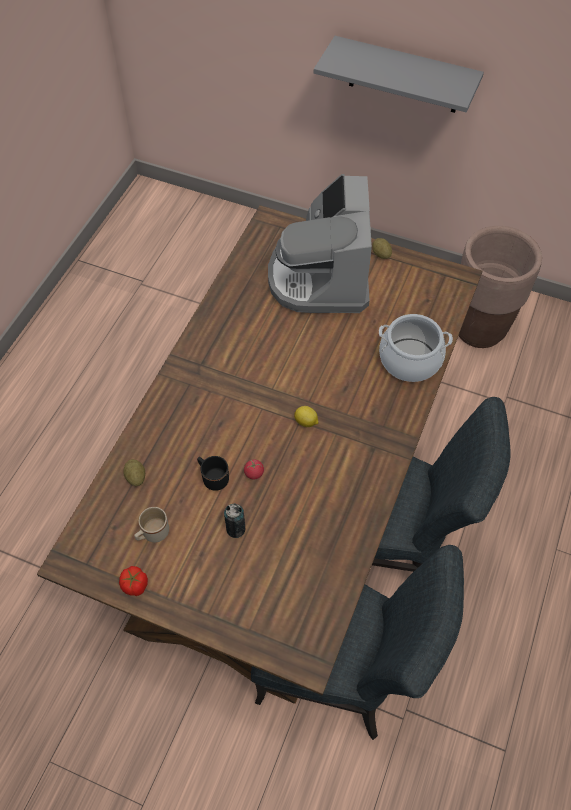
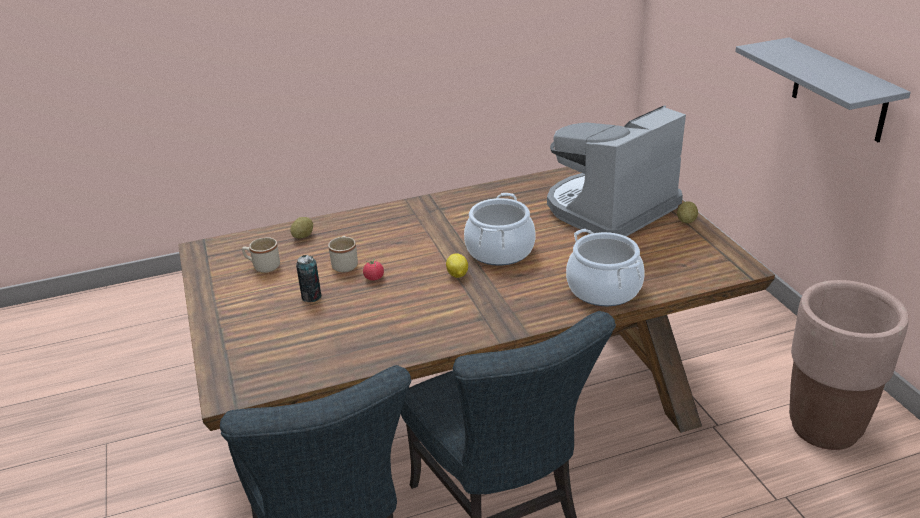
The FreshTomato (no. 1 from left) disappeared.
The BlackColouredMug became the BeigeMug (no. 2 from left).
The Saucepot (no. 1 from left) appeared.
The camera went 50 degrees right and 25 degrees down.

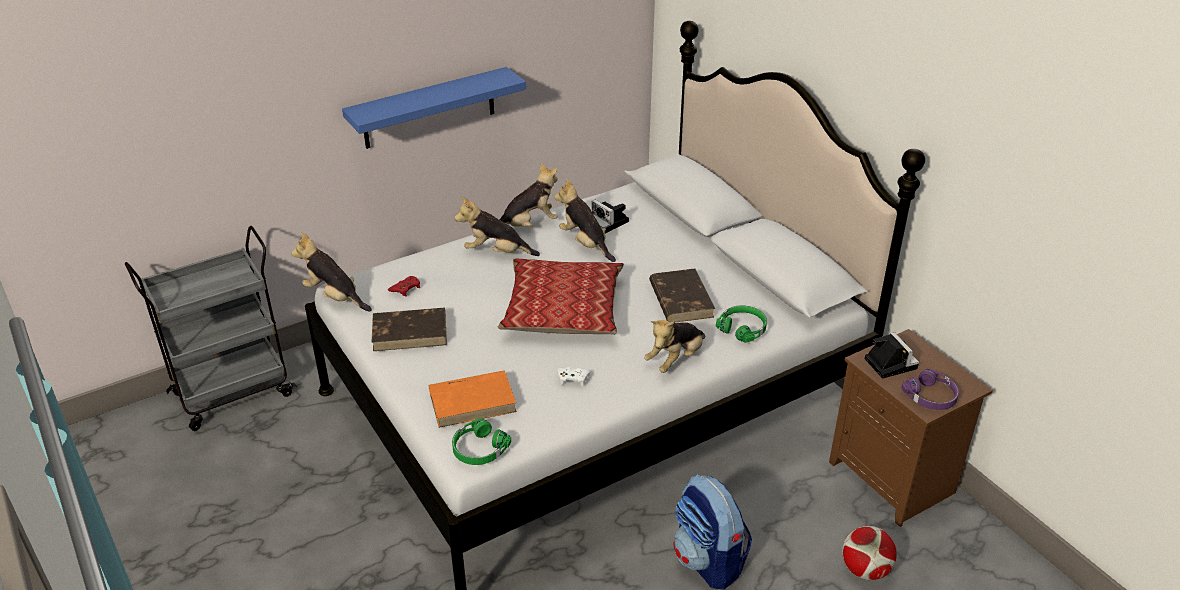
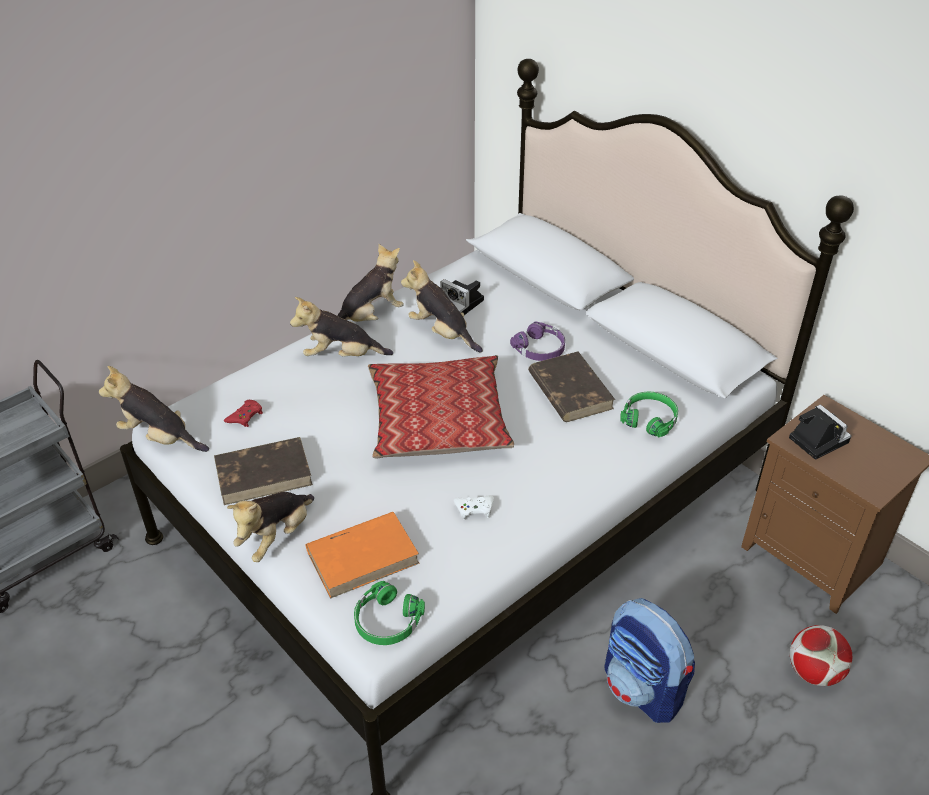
The BluishWallShelf disappeared.
The PlushToy (no. 5 from left in the first image) moved.
The PurpleHeadset moved.
The camera went 10 degrees left and 5 degrees up.

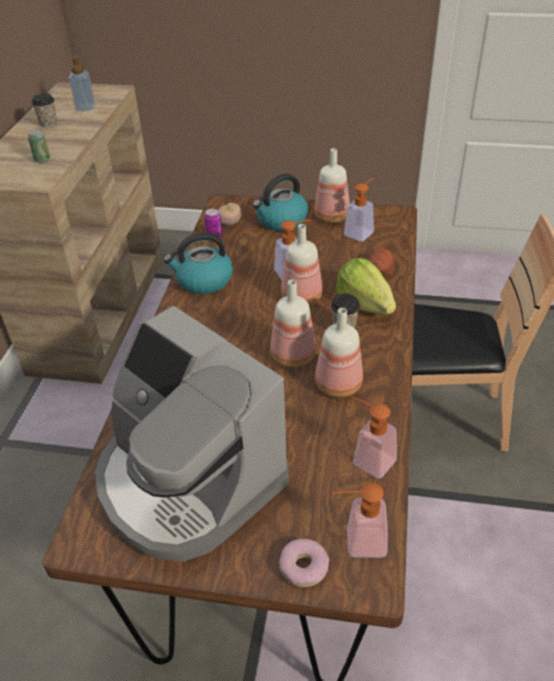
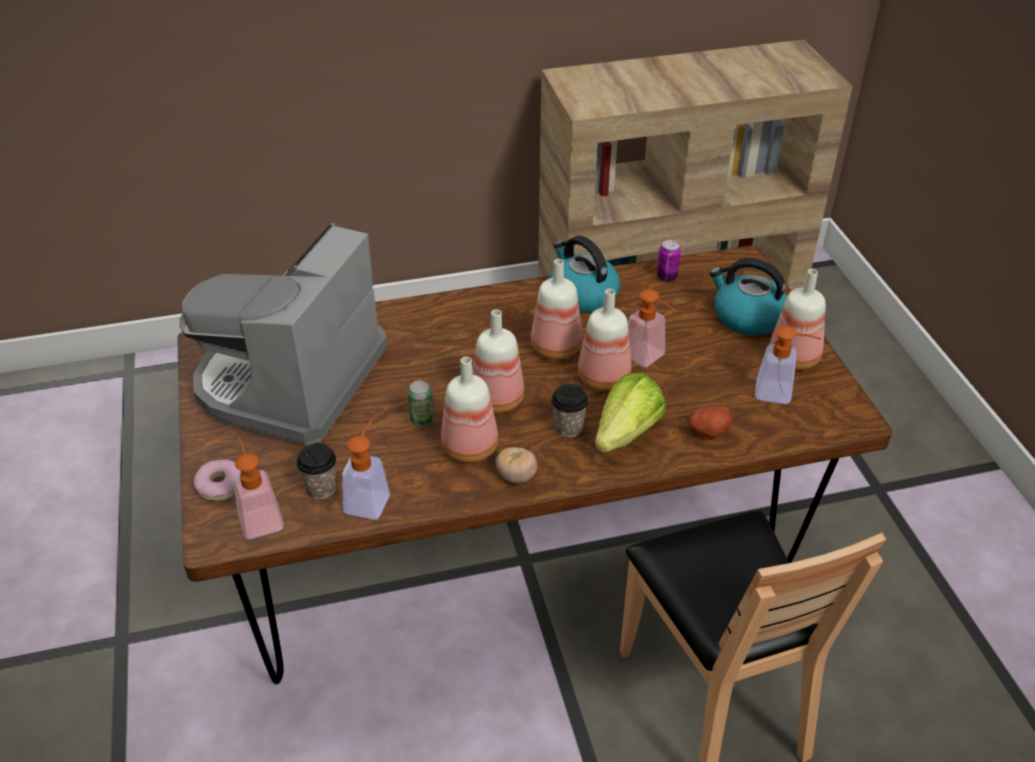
The MetalCan (no. 1 from left) moved.
The SmallCup (no. 1 from left) moved.
The SoapDispenser (no. 1 from left) disappeared.
The FreshTomato moved.
The Bottle (no. 3 from left) appeared.
The camera went 65 degrees right and 0 degrees up.

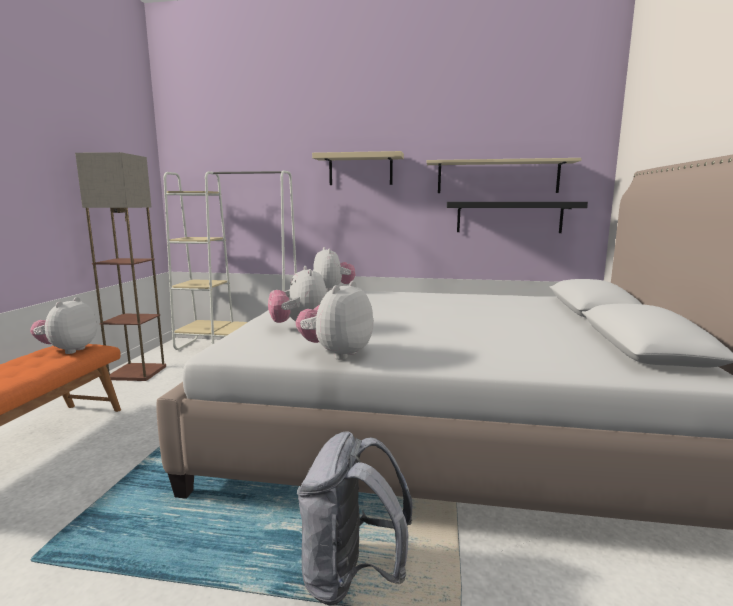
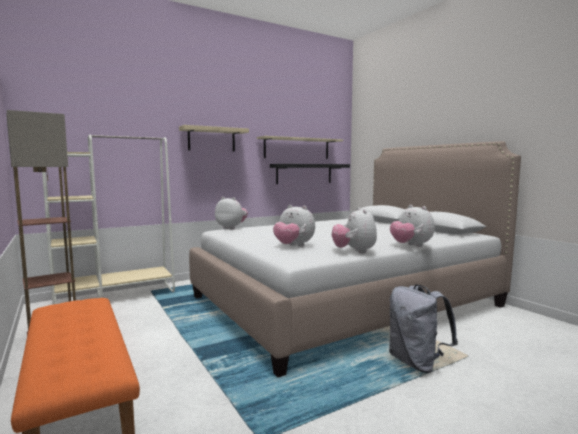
The PlushToy (no. 1 from left in the first image) moved.
The camera went 40 degrees left and 5 degrees down.

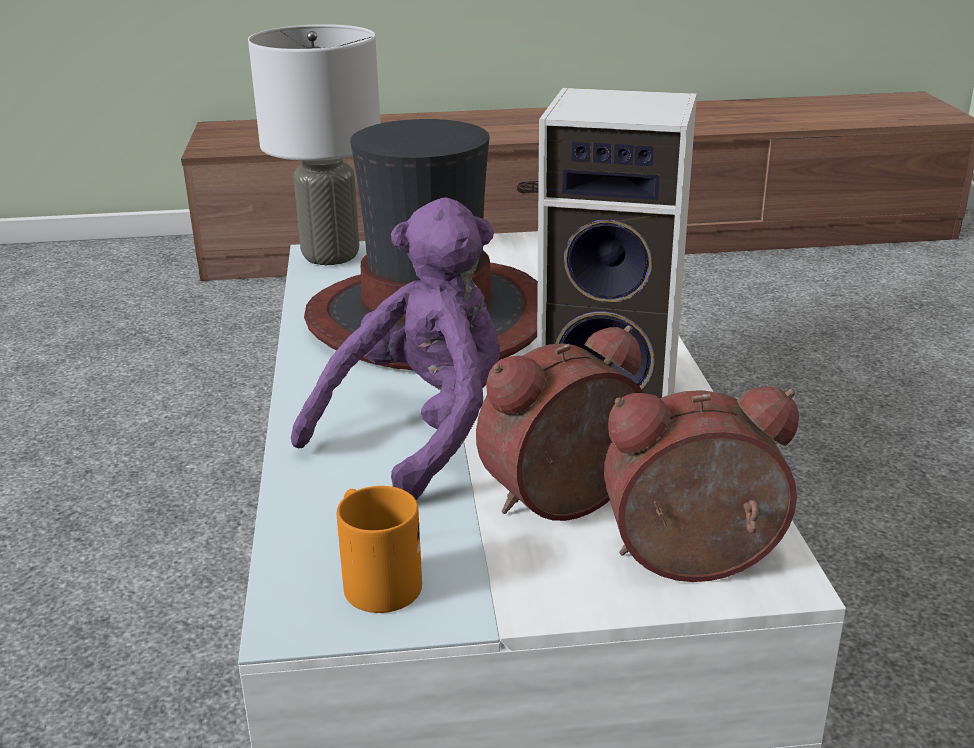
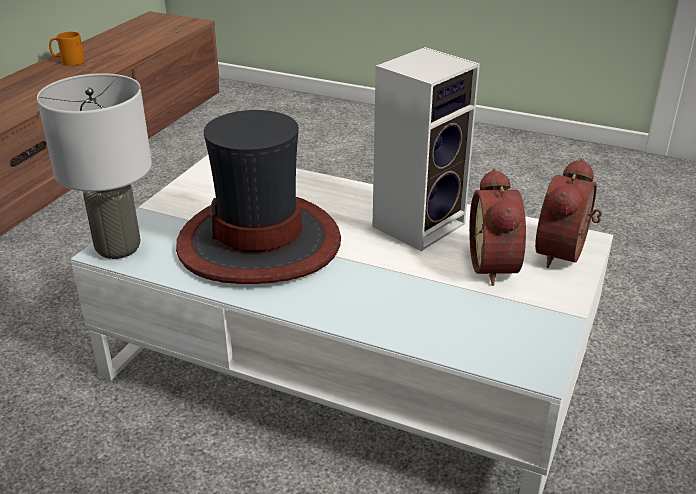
The PurplePlushToy disappeared.
The OrangeColouredMug moved.
The camera went 60 degrees left and 5 degrees up.

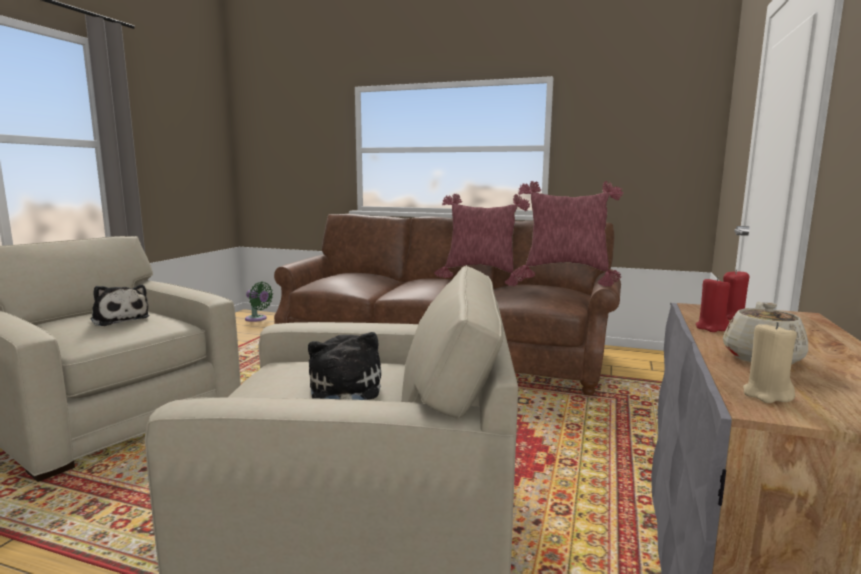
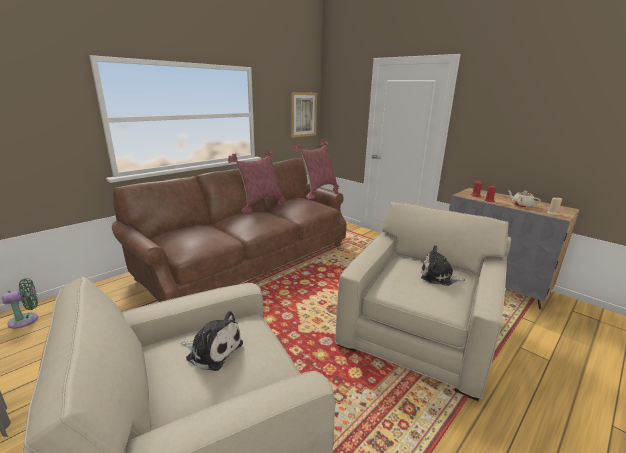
The PlushToy (no. 1 from left) turned 45 degrees clockwise.
The Picture appeared.
The camera went 65 degrees left and 10 degrees up.

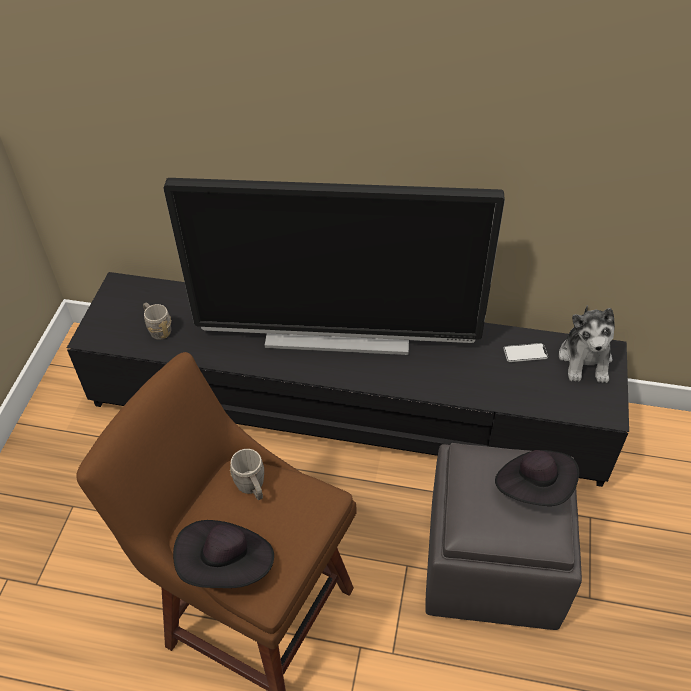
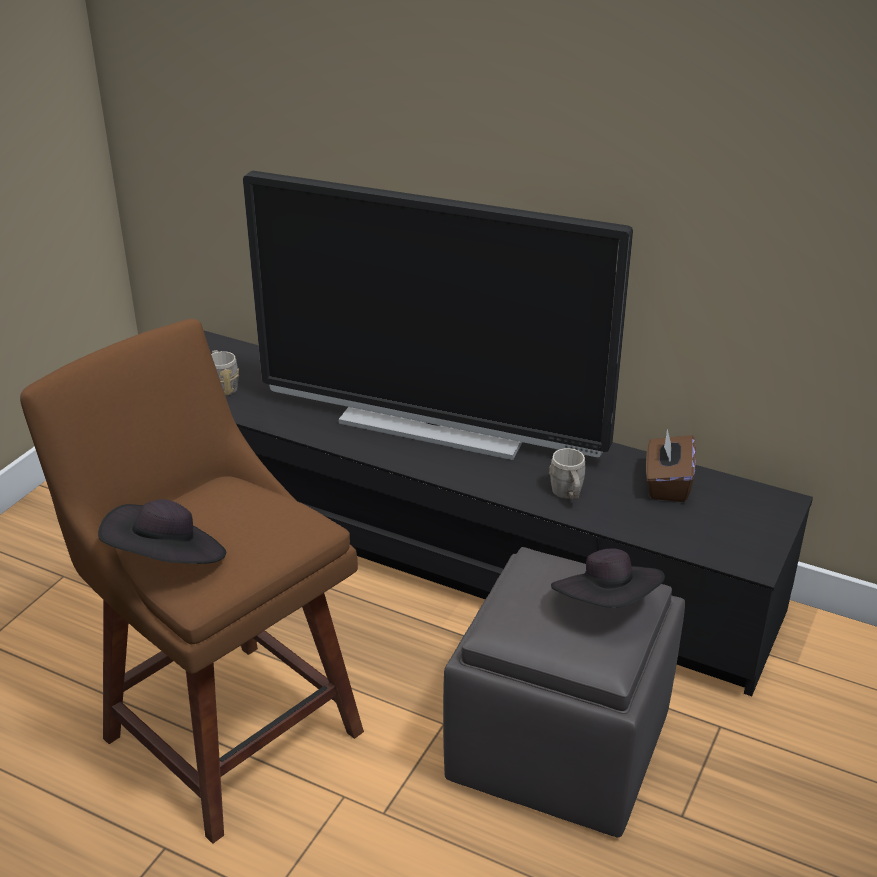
The GrayMug (no. 2 from left) moved.
The Phone was replaced by the BrownishBoxOfTissues.
The PlushToy disappeared.
The camera went 15 degrees right and 15 degrees down.

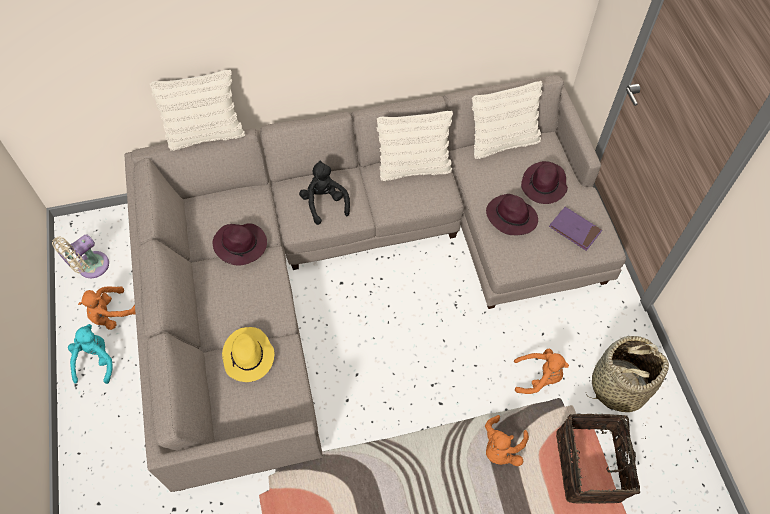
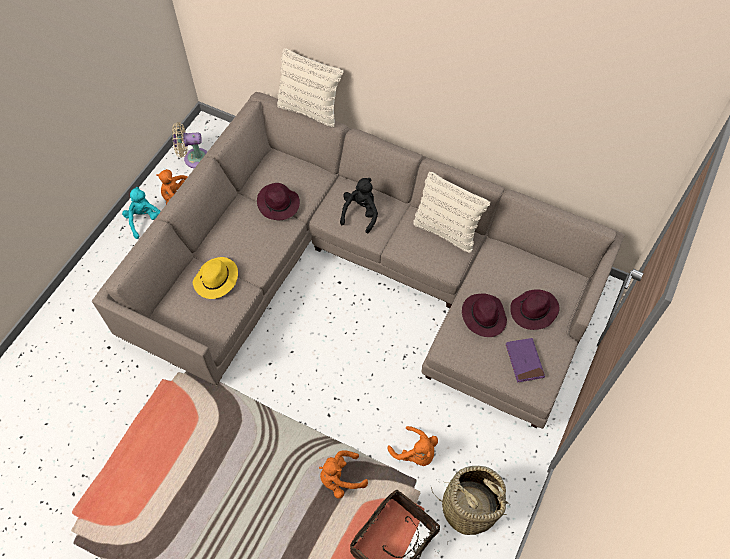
The TurquoisePlushToy turned 60 degrees counterclockwise.
The BeigePillow (no. 3 from left) disappeared.
The camera went 40 degrees right and 0 degrees up.

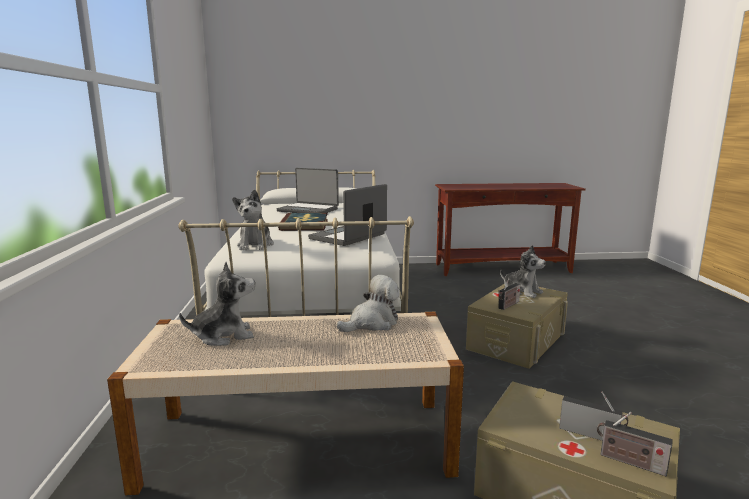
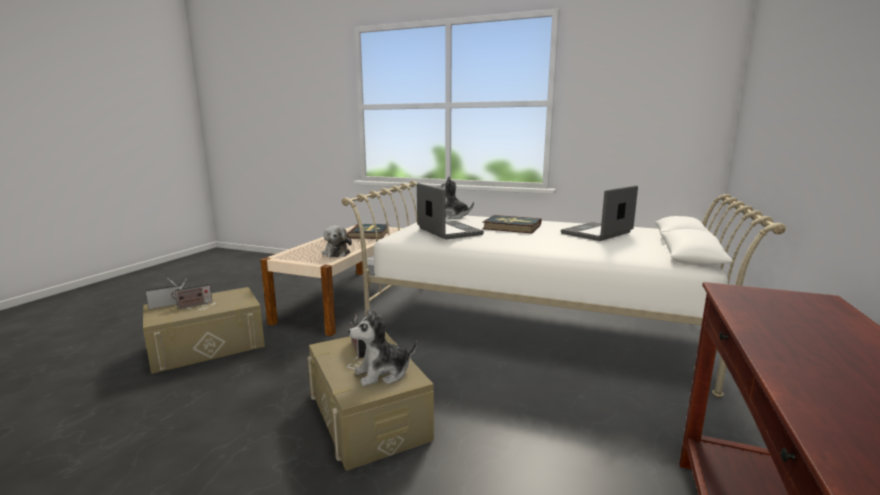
The PlushToy (no. 1 from left) was replaced by the BoundBook (no. 1 from left).
The camera went 115 degrees right and 0 degrees up.

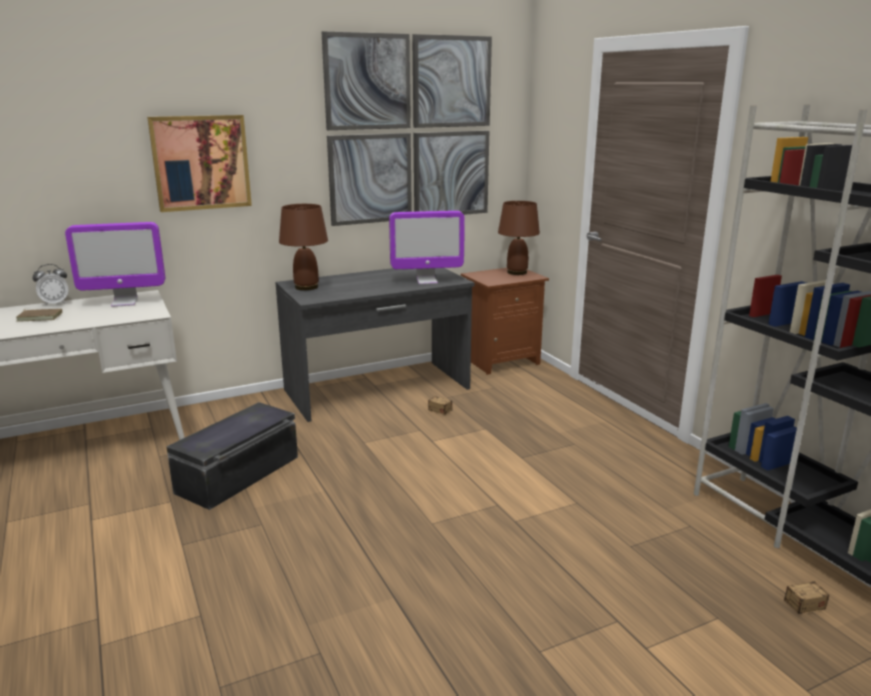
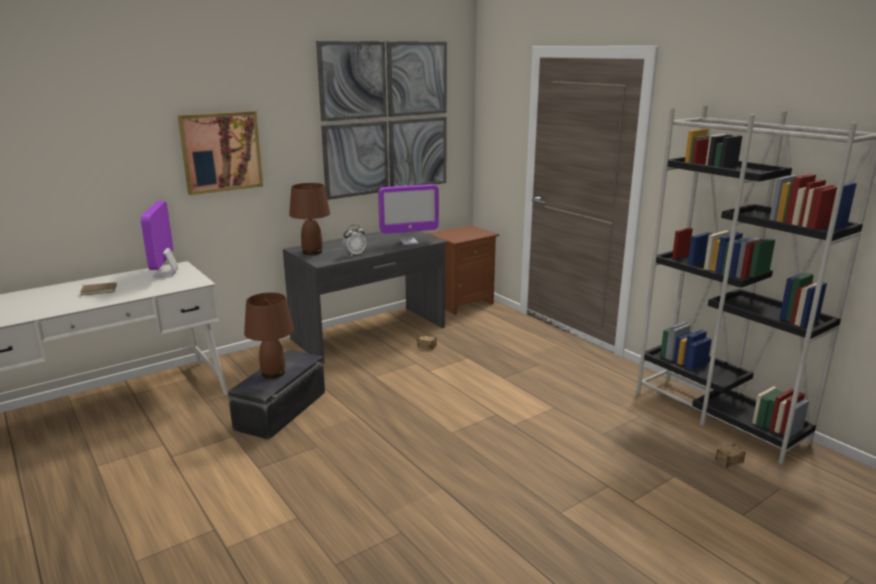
The BedsideClock moved.
The ComputerScreen (no. 1 from left) turned 105 degrees clockwise.
The BrownishTabletopLamp (no. 2 from left in the first image) moved.
The camera went 10 degrees left and 0 degrees up.

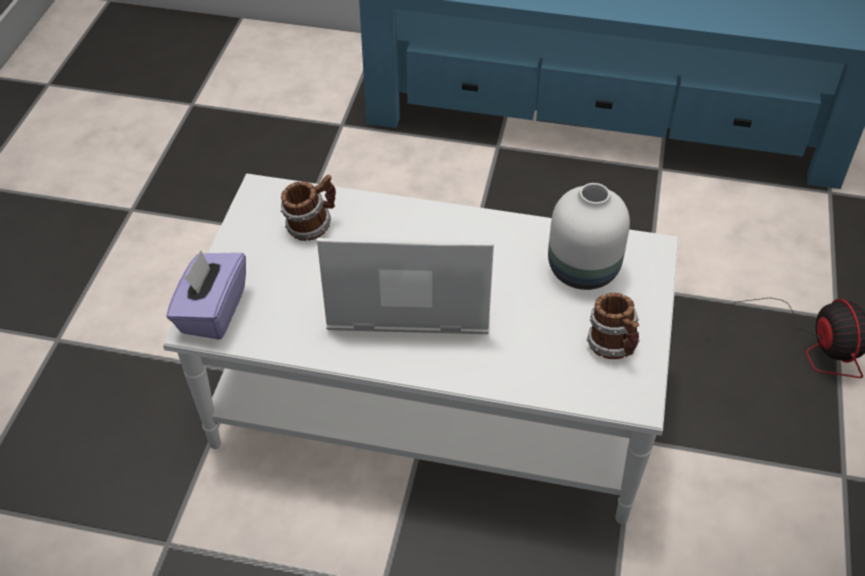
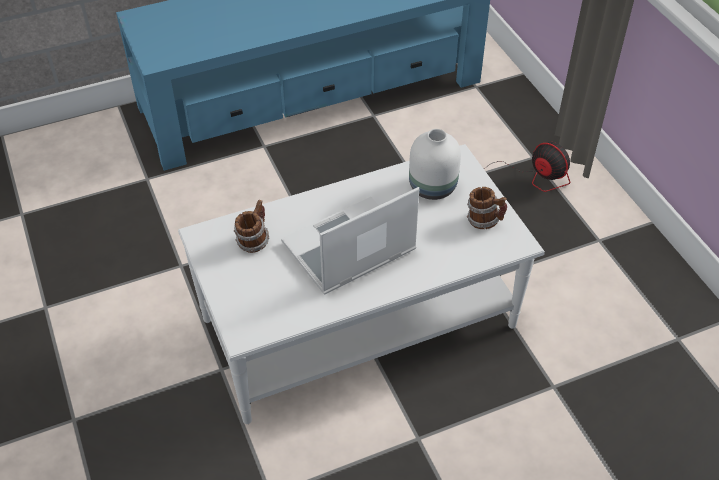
The PurpleBoxOfTissues disappeared.
The camera went 35 degrees left and 0 degrees up.

